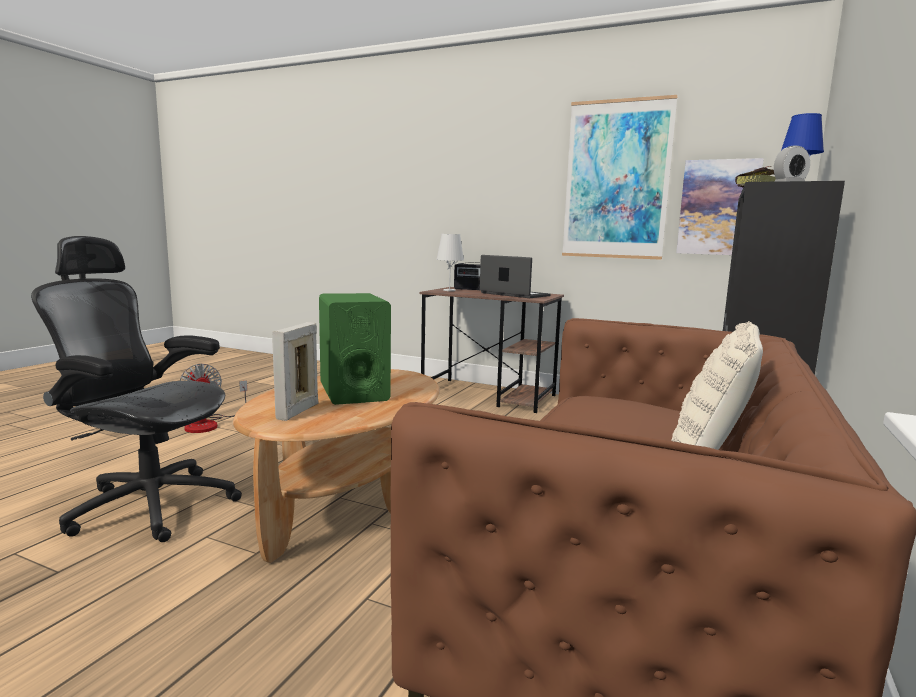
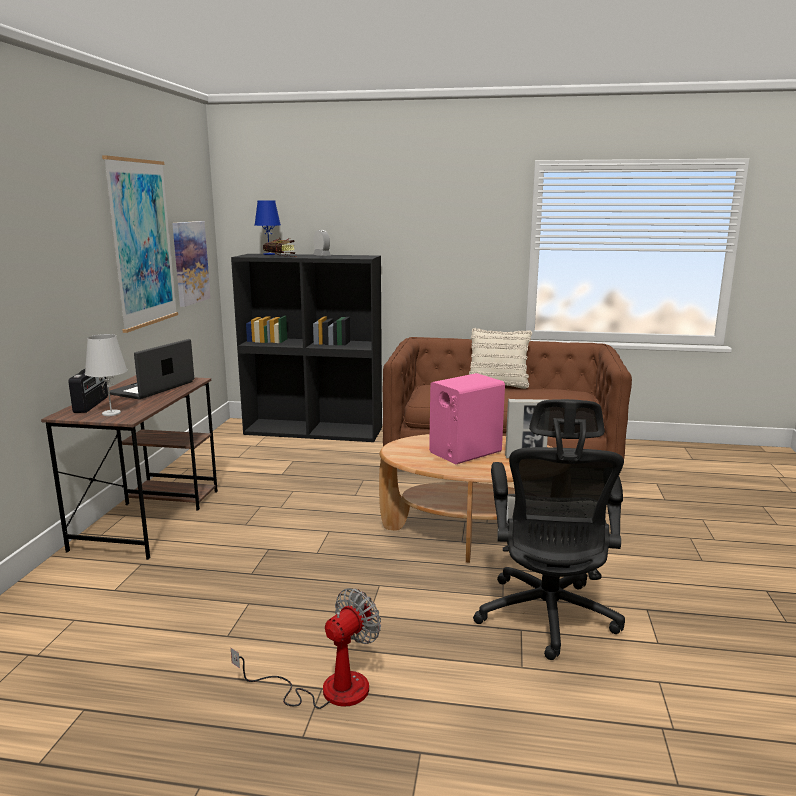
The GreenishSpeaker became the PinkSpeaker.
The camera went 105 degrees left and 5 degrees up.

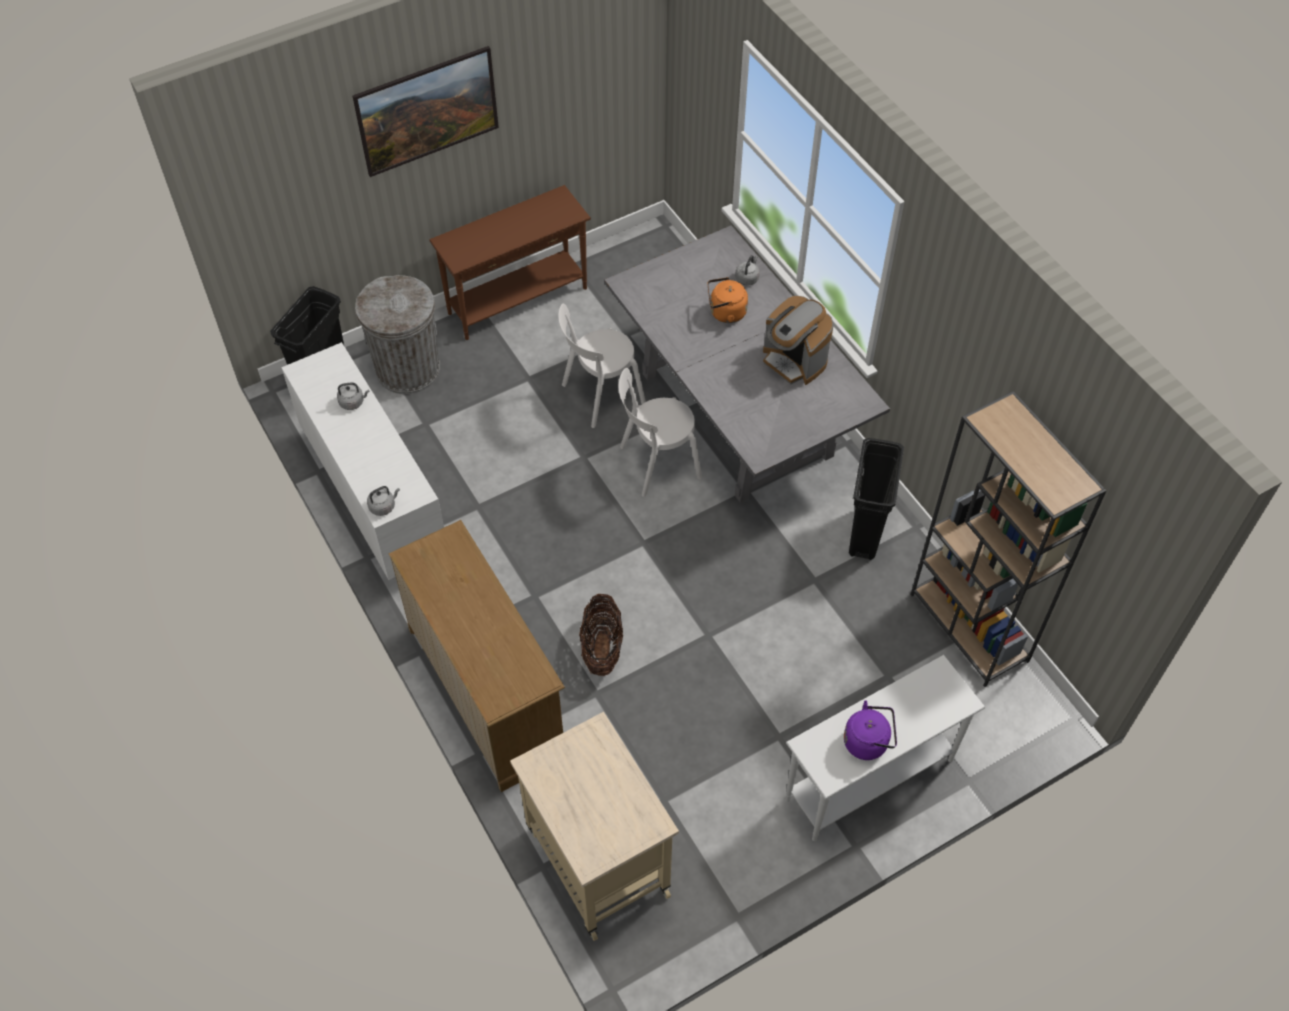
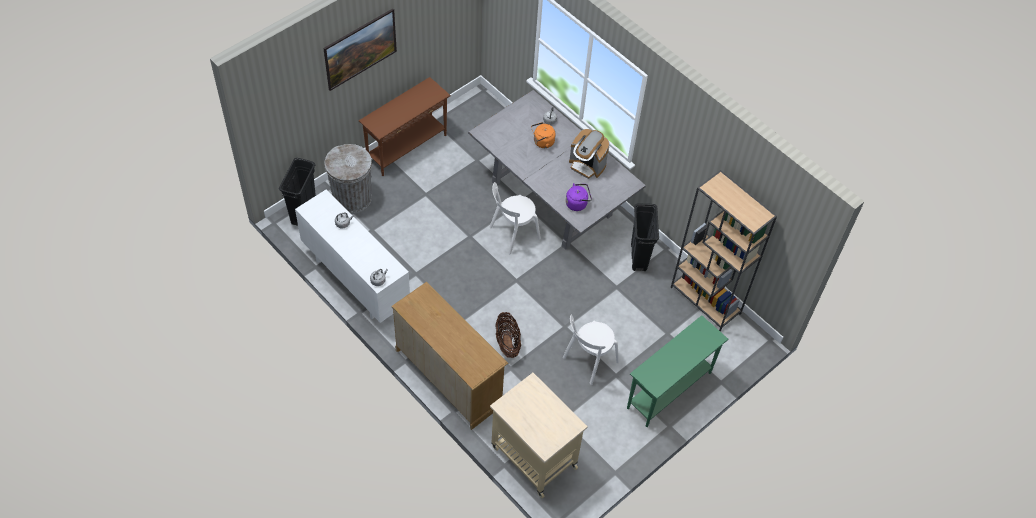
The WhiteColouredUprightChair (no. 1 from left in the first image) moved.
The WhiteColouredConsoleTable became the GreenishConsoleTable.
The PurpleTeaKettle moved.
The camera went 15 degrees left and 0 degrees up.

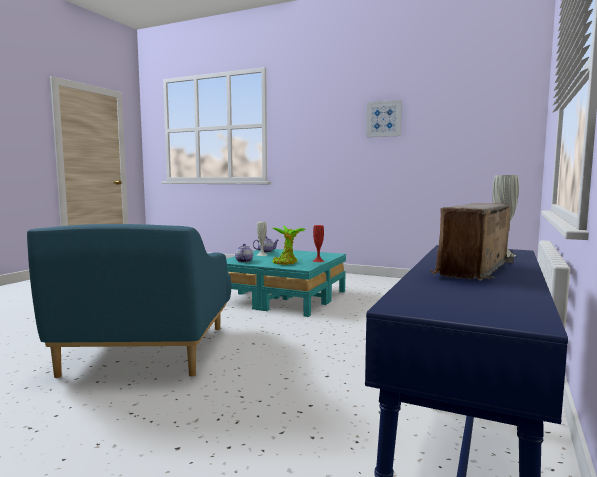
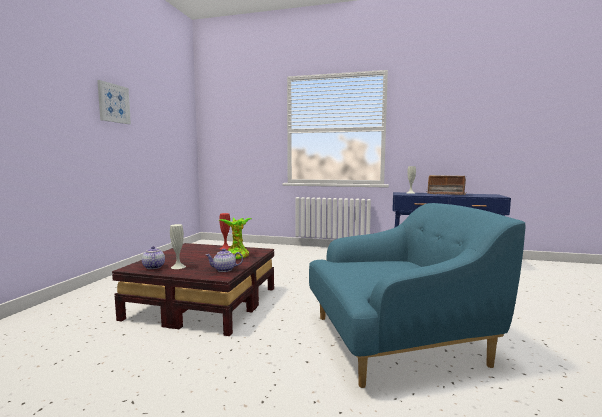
The TurquoiseLowTable became the BrownishLowTable.
The camera went 100 degrees left and 0 degrees up.

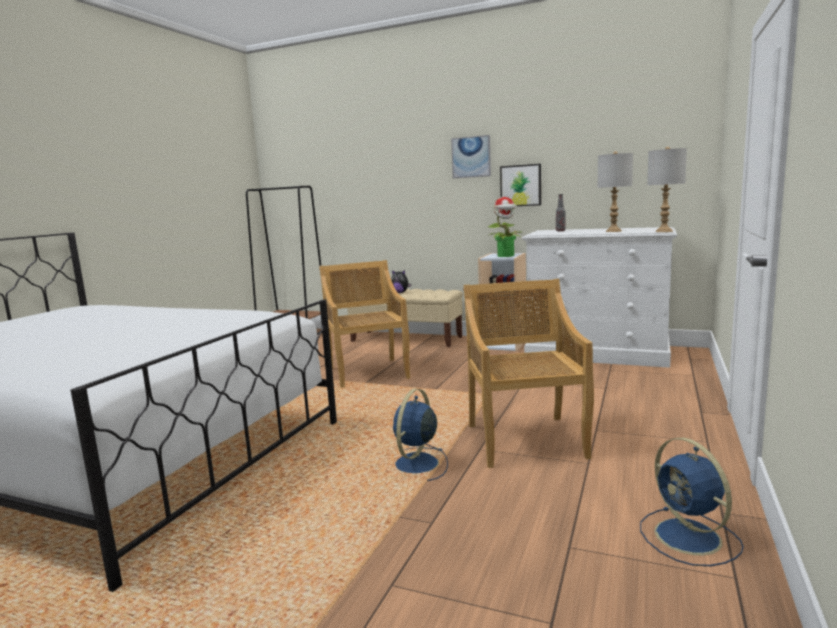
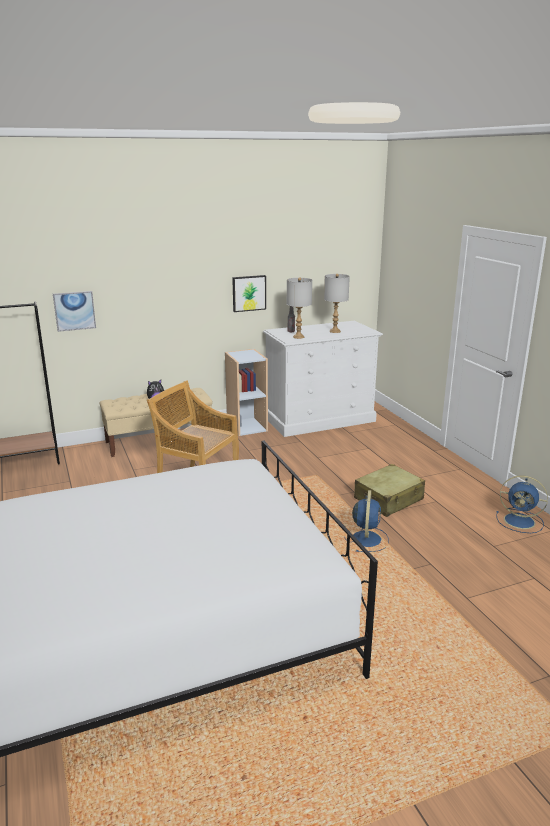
The BluishElectricFan (no. 1 from left) turned 150 degrees counterclockwise.
The Picture (no. 1 from left) moved.
The BeigeUprightChair (no. 2 from left) was replaced by the BeigePieceOfLuggage.
The PlantInAPot disappeared.
The GrayTabletopLamp (no. 2 from left in the first image) moved.
The camera went 45 degrees left and 10 degrees up.

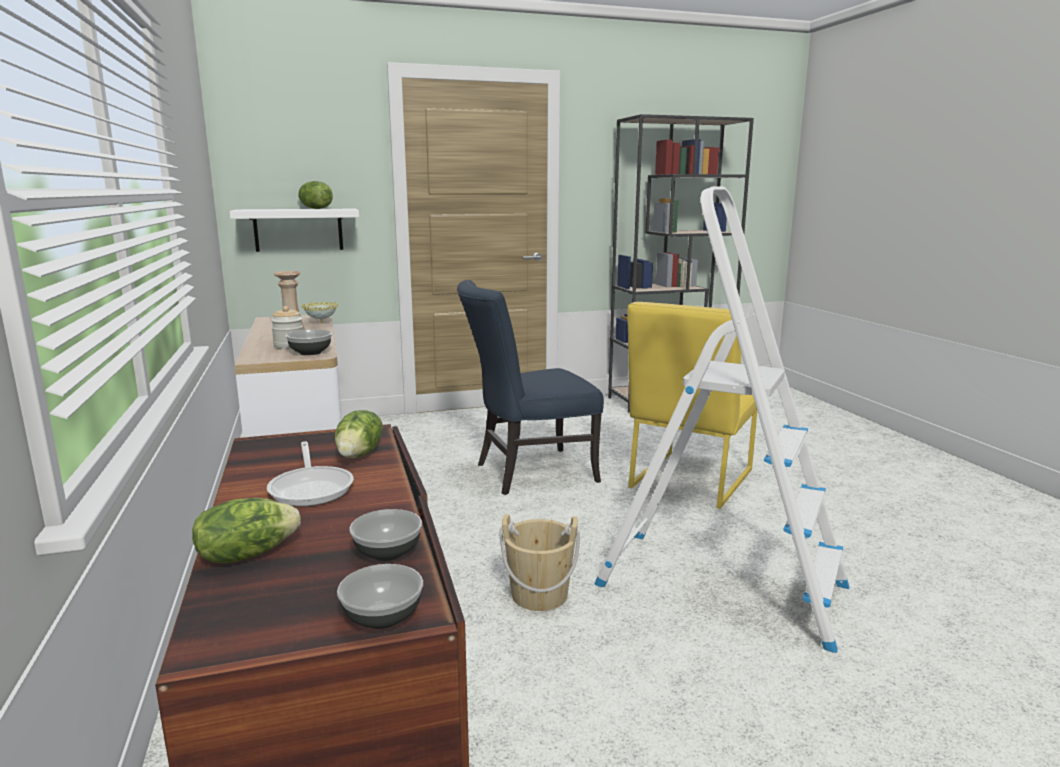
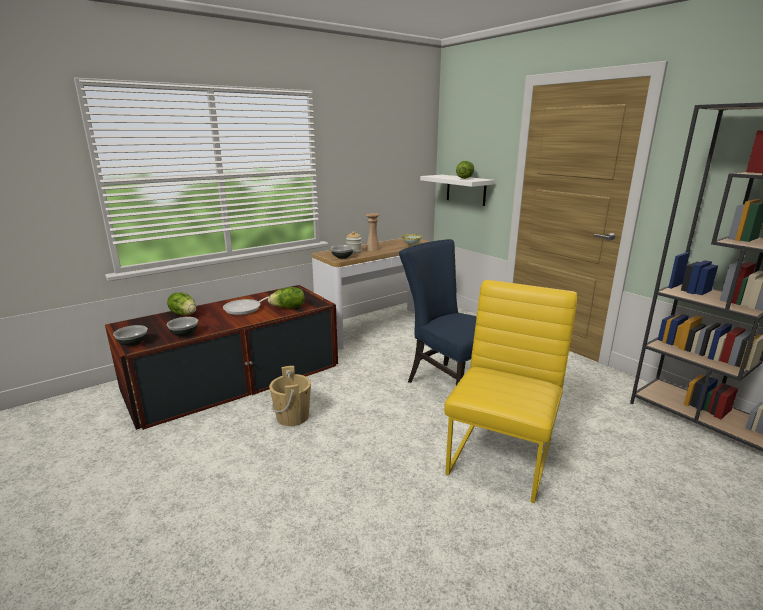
The WhiteColouredStepLadder disappeared.
The YellowColouredUprightChair turned 105 degrees clockwise.
The camera went 70 degrees right and 5 degrees up.

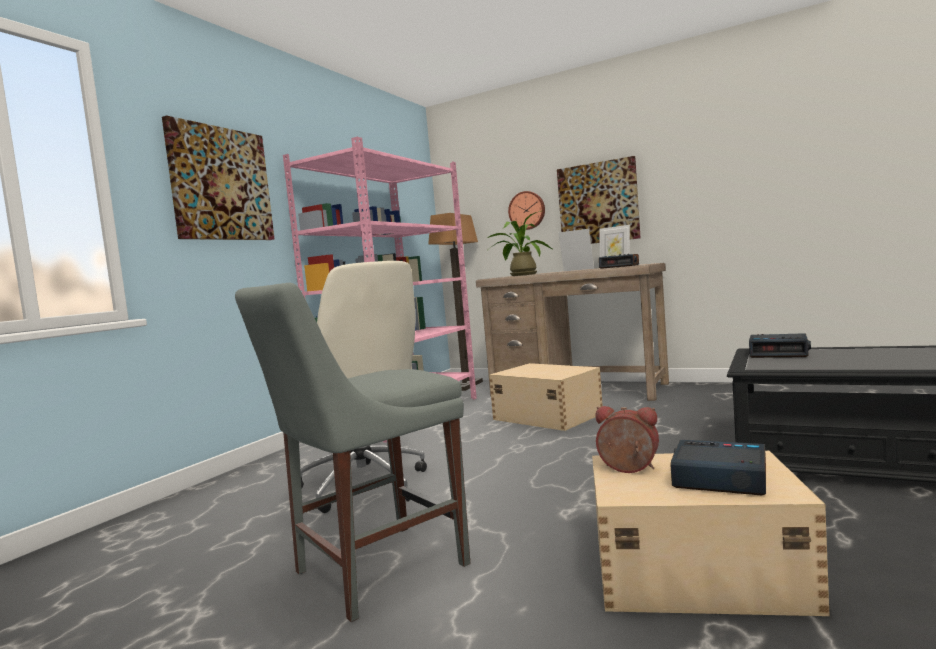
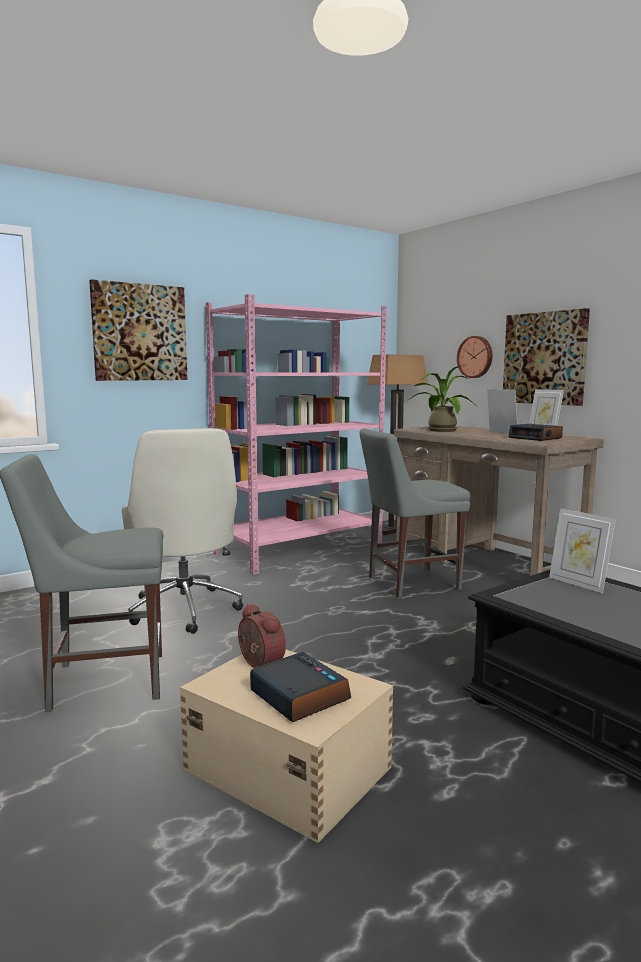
The BeigeStorageBin (no. 1 from left) was replaced by the GrayUprightChair (no. 2 from left).
The BedsideClock (no. 4 from left) was replaced by the PhotoFrame (no. 3 from left).
The camera went 25 degrees right and 5 degrees up.

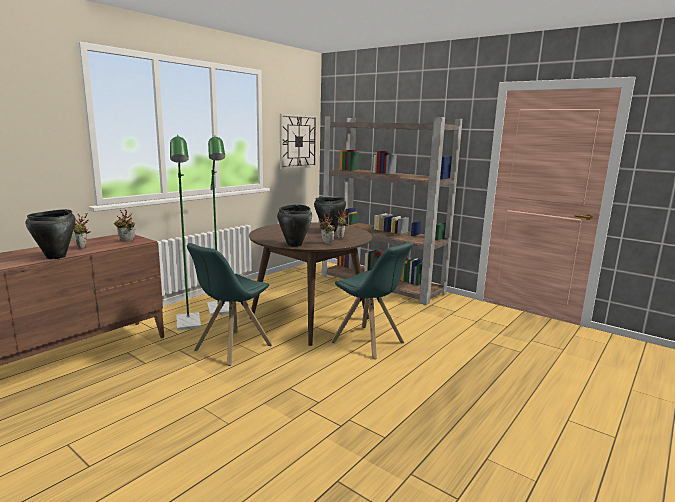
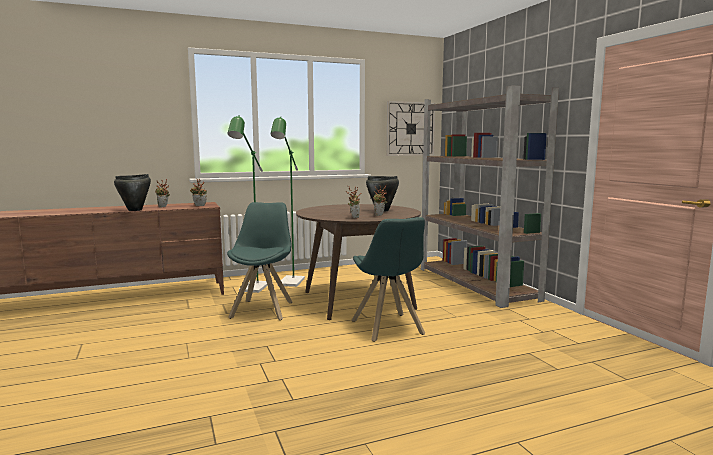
The TurquoiseUprightChair (no. 1 from left) turned 120 degrees clockwise.
The BlackColouredSaucepot (no. 2 from left) disappeared.
The camera went 30 degrees right and 5 degrees down.

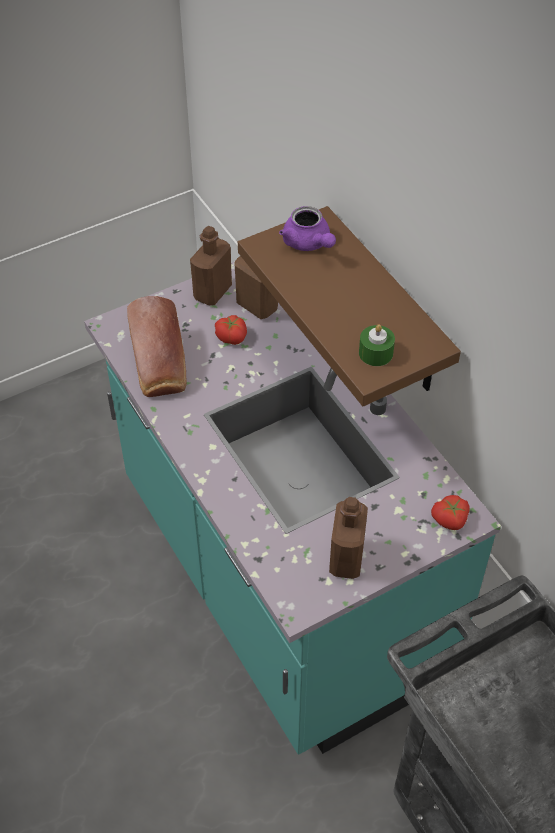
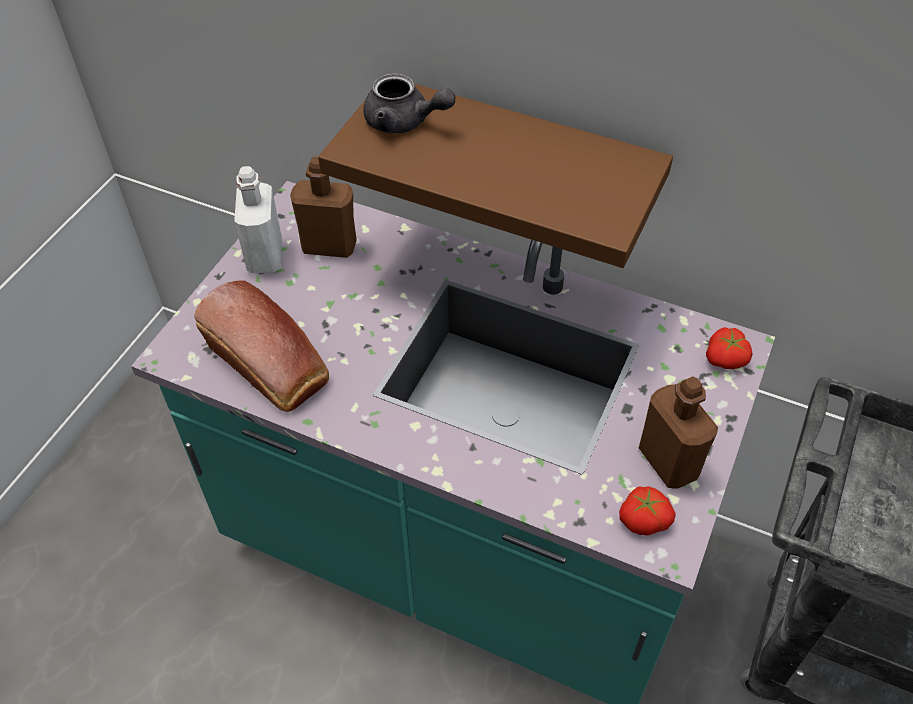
The BrownishBottle (no. 1 from left) became the WhiteColouredBottle.
The FreshTomato (no. 1 from left) moved.
The PurplePotForTea became the GrayPotForTea.
The GreenishWaxCandle disappeared.
The camera went 35 degrees left and 0 degrees up.

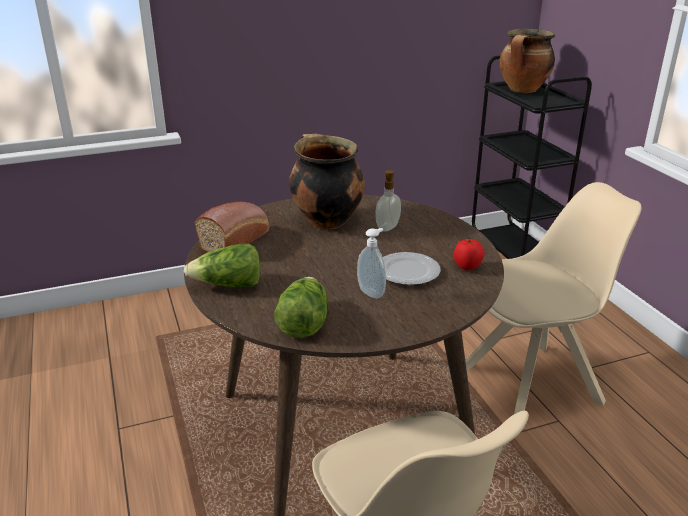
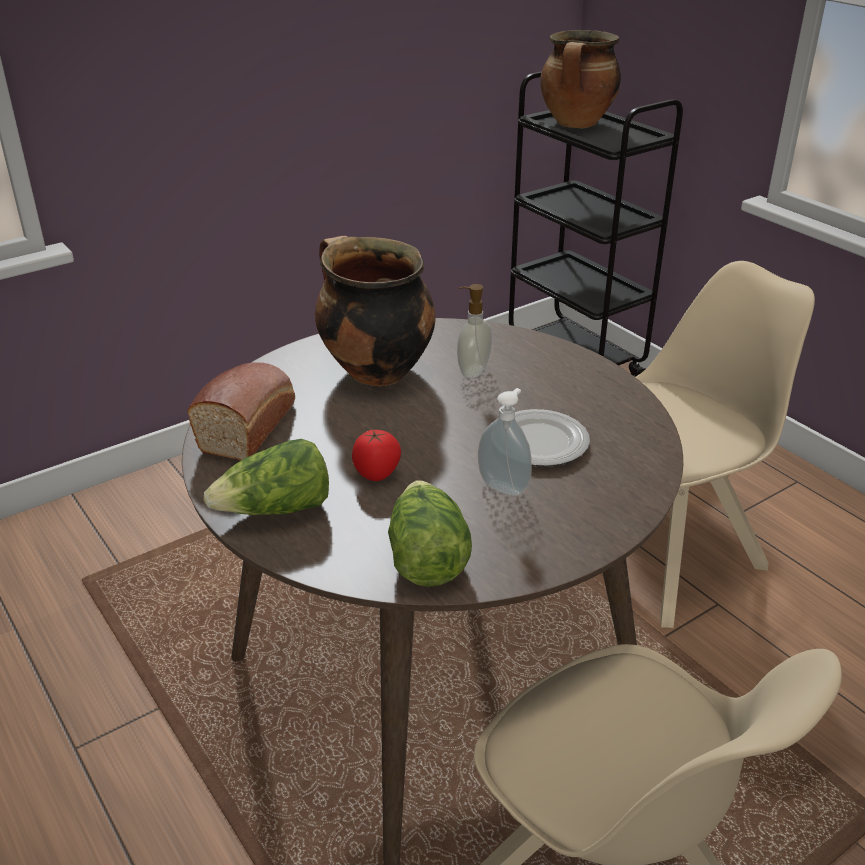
The FreshTomato moved.
The camera went 15 degrees left and 5 degrees up.

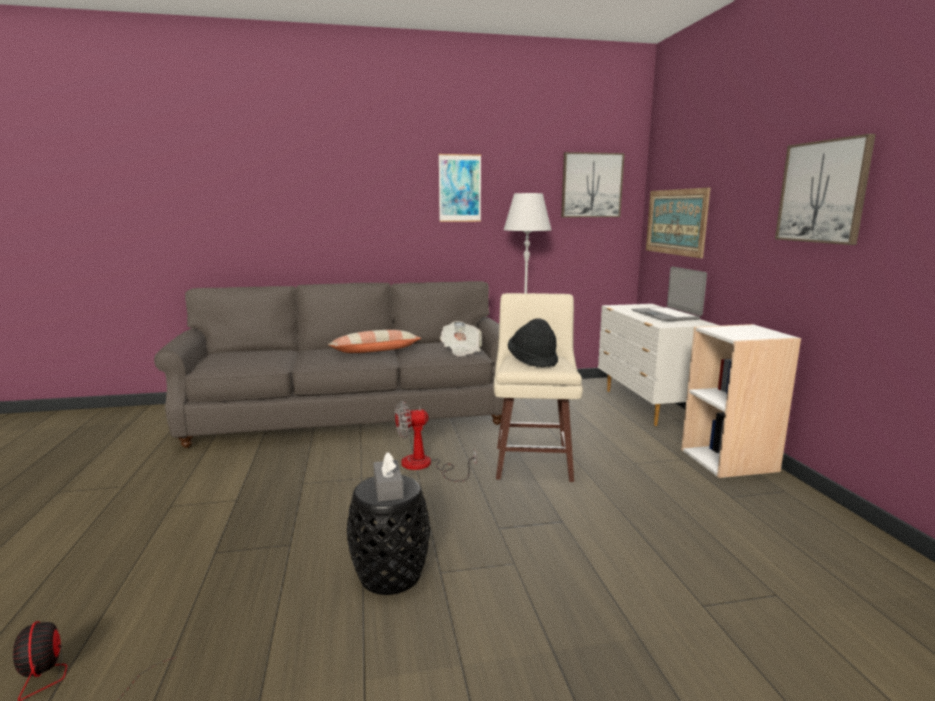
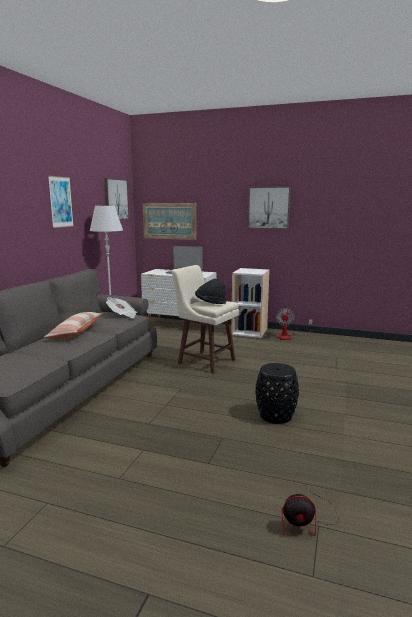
The GrayBoxOfTissues disappeared.
The ElectricFan (no. 2 from left in the first image) moved.
The camera went 60 degrees left and 0 degrees up.

